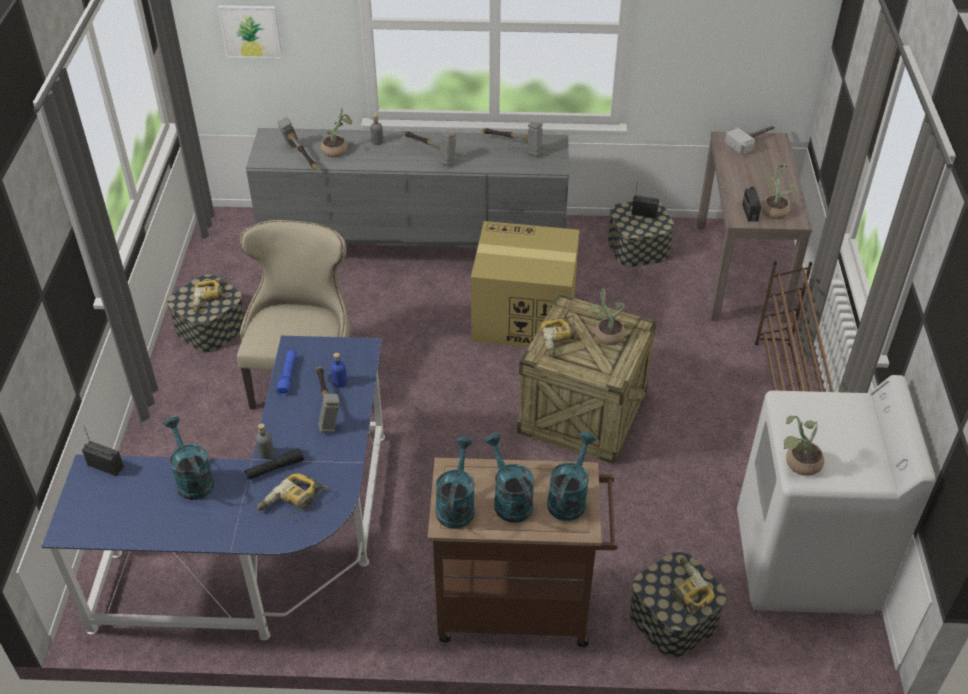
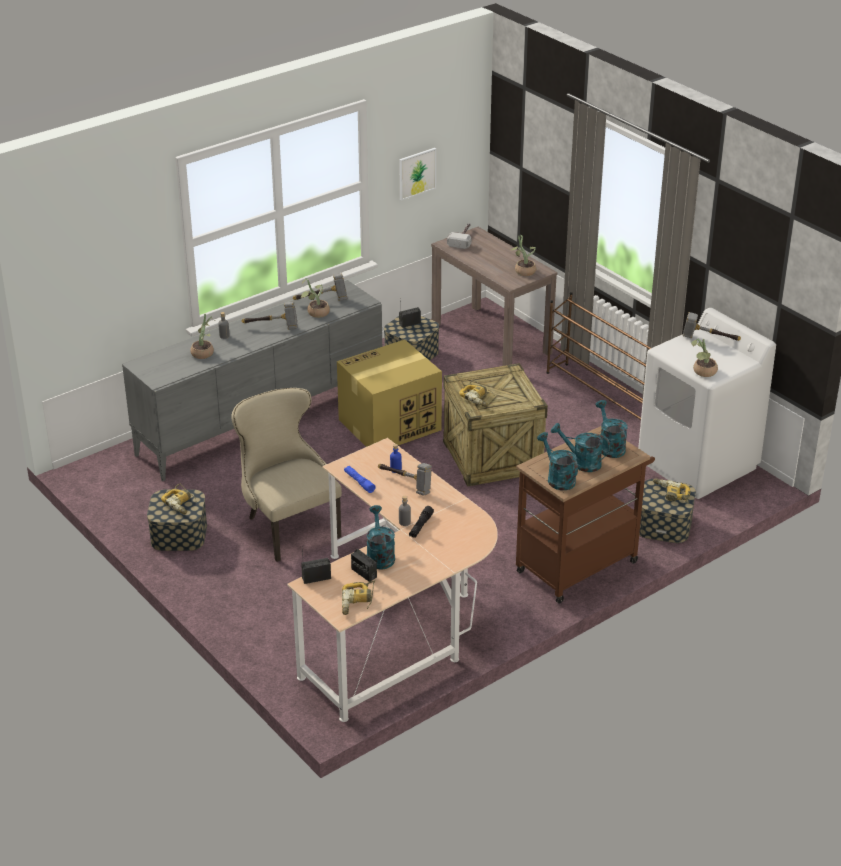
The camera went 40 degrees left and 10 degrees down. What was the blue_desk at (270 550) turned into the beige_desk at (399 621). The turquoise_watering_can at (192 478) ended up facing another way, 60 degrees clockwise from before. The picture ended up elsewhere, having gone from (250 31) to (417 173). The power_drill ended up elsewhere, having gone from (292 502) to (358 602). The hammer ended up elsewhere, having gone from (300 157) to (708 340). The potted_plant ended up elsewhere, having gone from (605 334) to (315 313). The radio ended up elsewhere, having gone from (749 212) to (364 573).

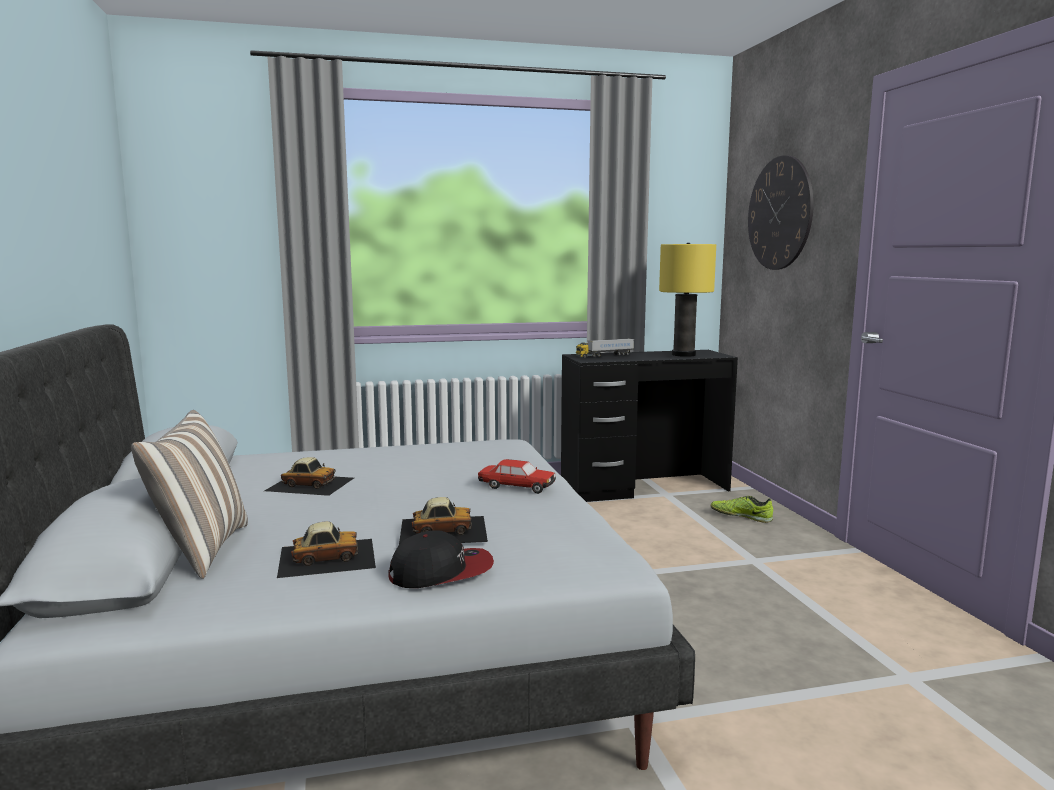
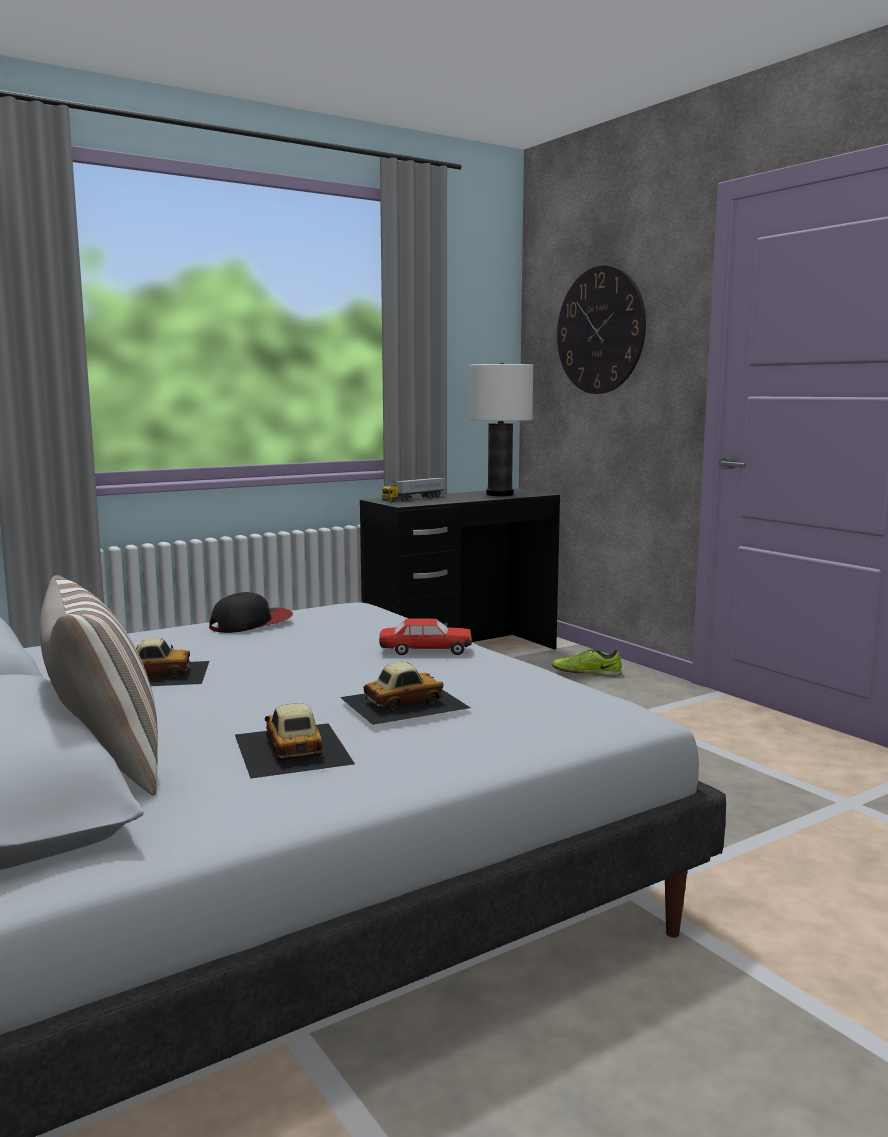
The camera went 20 degrees left and 0 degrees up. The toy_car at (326 557) ended up facing another way, 75 degrees counterclockwise from before. The cap ended up elsewhere, having gone from (441 572) to (251 624). What was the yellow_table_lamp at (683 355) turned into the white_table_lamp at (499 494).

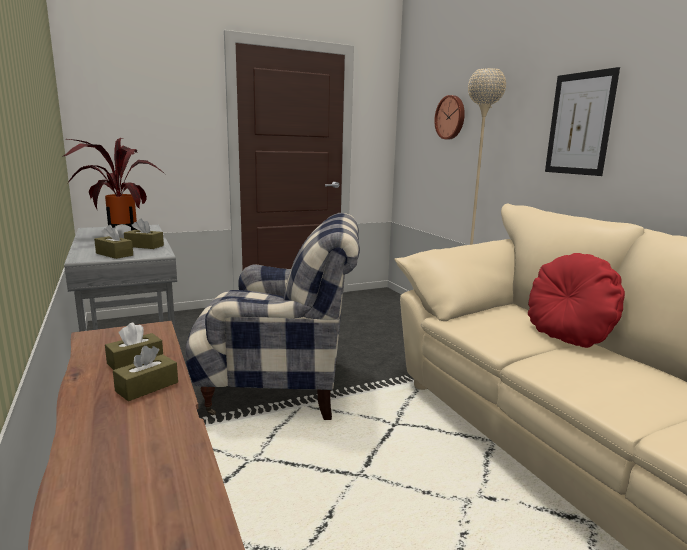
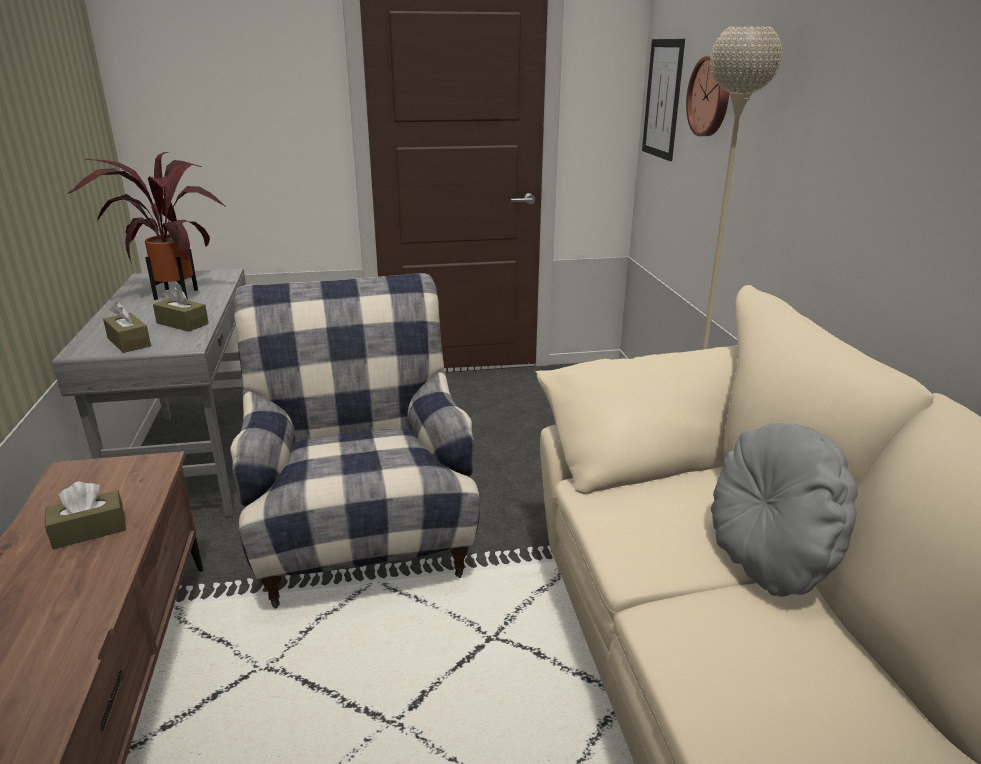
The camera went 15 degrees right and 10 degrees up. The second view lost the brown_tissue_box at (147 387). The armchair at (280 386) ended up facing another way, 120 degrees counterclockwise from before. What was the red_pillow at (567 338) turned into the grey_pillow at (766 565). The picture ended up elsewhere, having gone from (580 124) to (663 99).

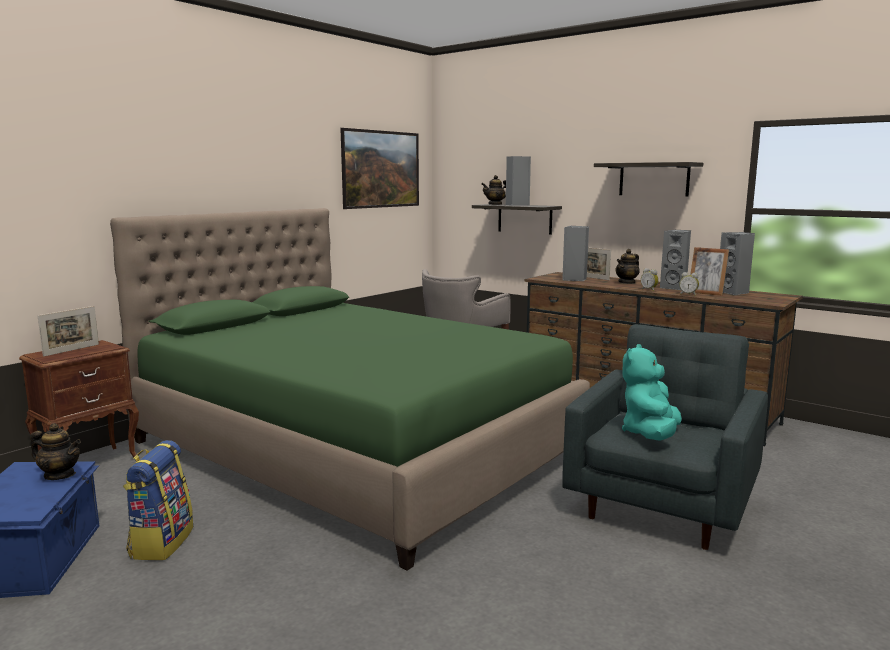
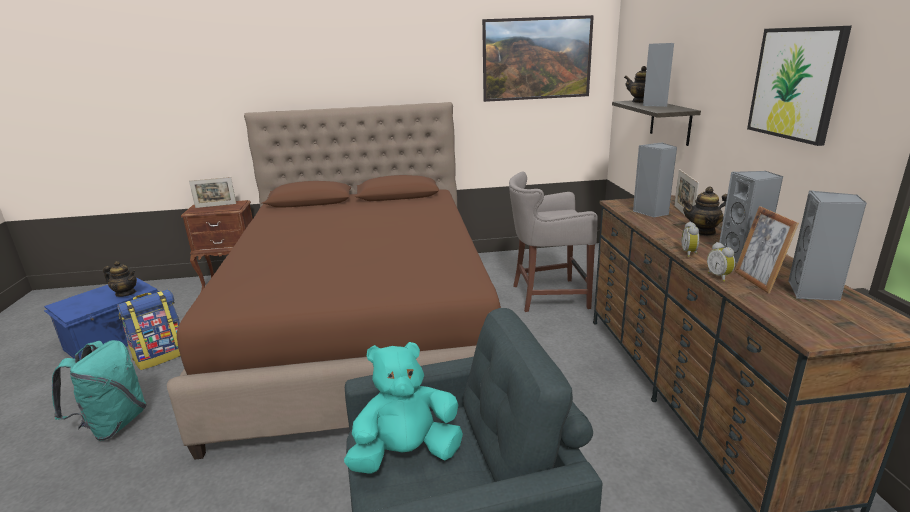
The camera went 45 degrees right and 10 degrees up. The teapot at (60 475) ended up facing another way, 45 degrees counterclockwise from before. What was the green_bed at (354 446) turned into the brown_bed at (364 327). Where the shelf hung at (654 179), the picture came to hang at (795 83). The second view gained the turquoise_backpack at (114 424).

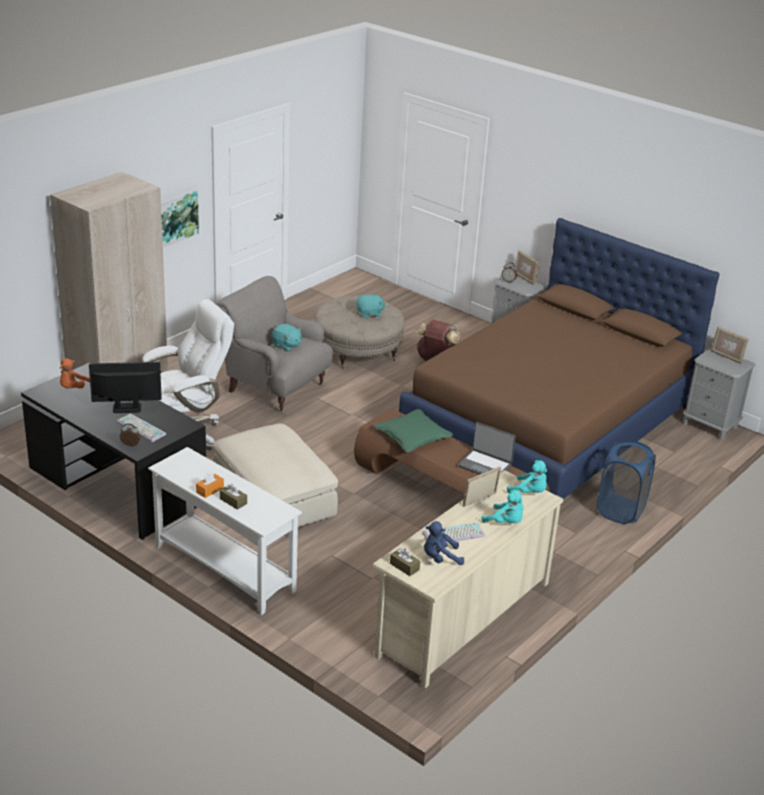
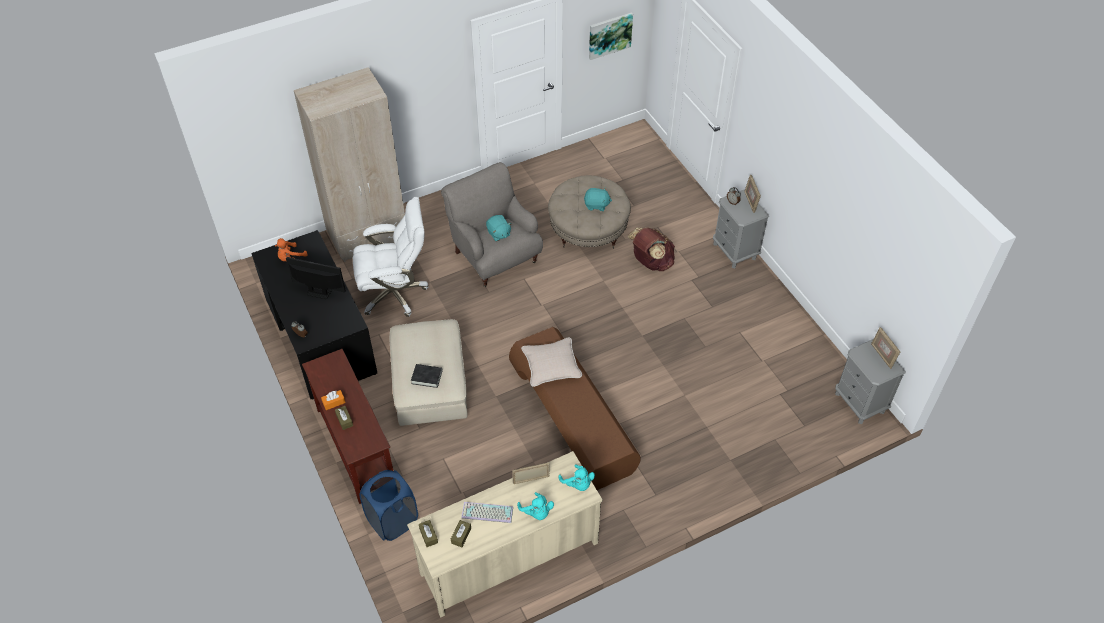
The camera went 25 degrees right and 20 degrees up. The second view lost the keyboard at (139 428). What was the white_console_table at (224 569) turned into the brown_console_table at (355 448). The picture ended up elsewhere, having gone from (175 218) to (609 35). What was the green_pillow at (412 436) turned into the beige_pillow at (551 365). The second view lost the brown_bed at (549 422). Where the blue_plush_toy stood at (440 558), the brown_tissue_box came to stand at (461 536). The second view lost the laptop at (485 465). The blue_laundry_basket ended up elsewhere, having gone from (621 510) to (392 521). The second view gained the black_book at (427 377).

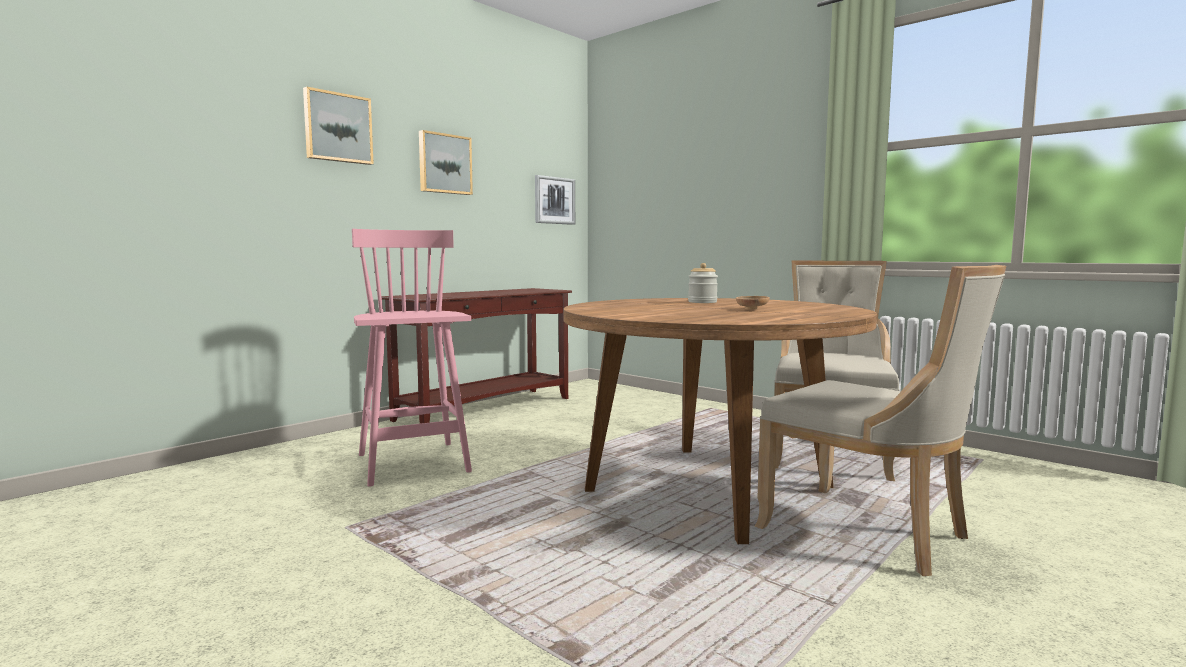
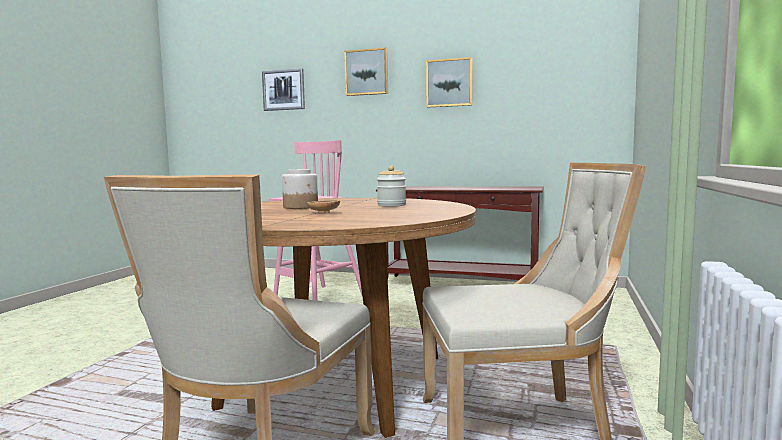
The camera went 65 degrees right and 0 degrees up. The picture ended up elsewhere, having gone from (554 200) to (284 90). The second view gained the jar at (301 207).

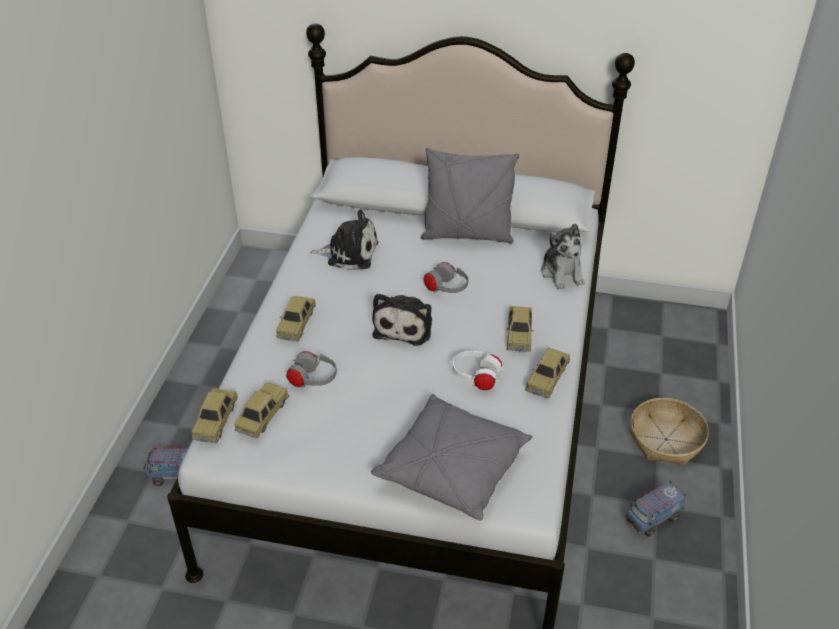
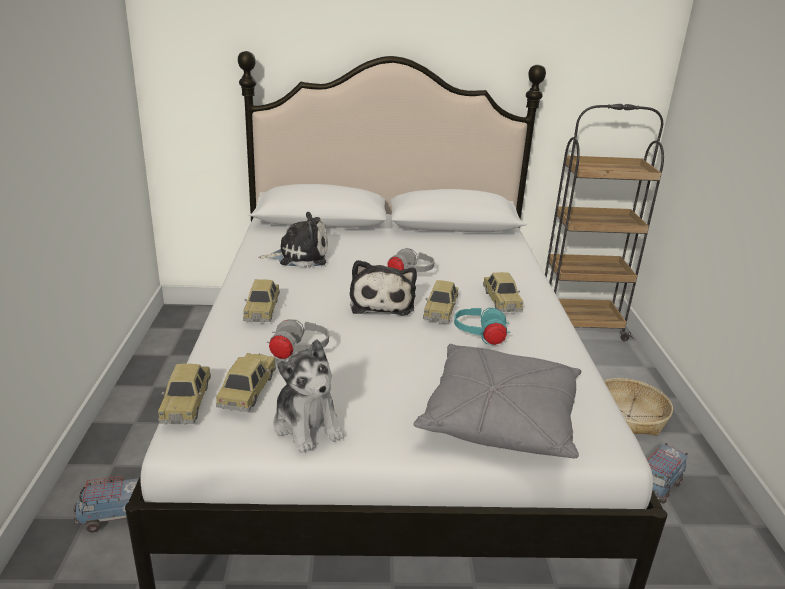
The camera went 15 degrees left and 15 degrees down. The second view lost the grey_pillow at (467 234). What was the white_headphones at (477 378) turned into the turquoise_headphones at (480 337). The toy_car ended up elsewhere, having gone from (547 377) to (440 309). The plush_toy ended up elsewhere, having gone from (562 273) to (307 425). The second view gained the brown_cart at (579 330).

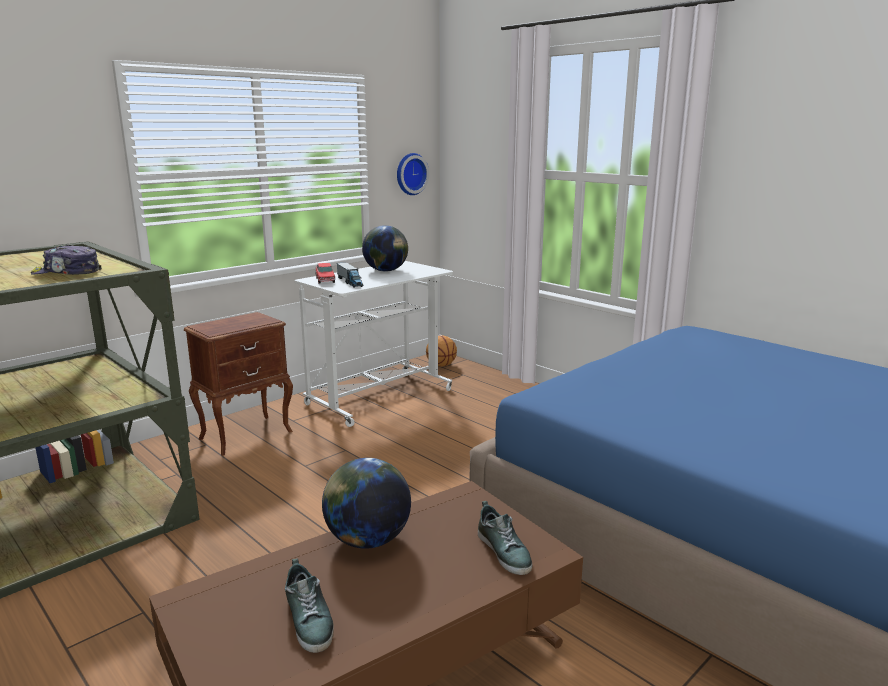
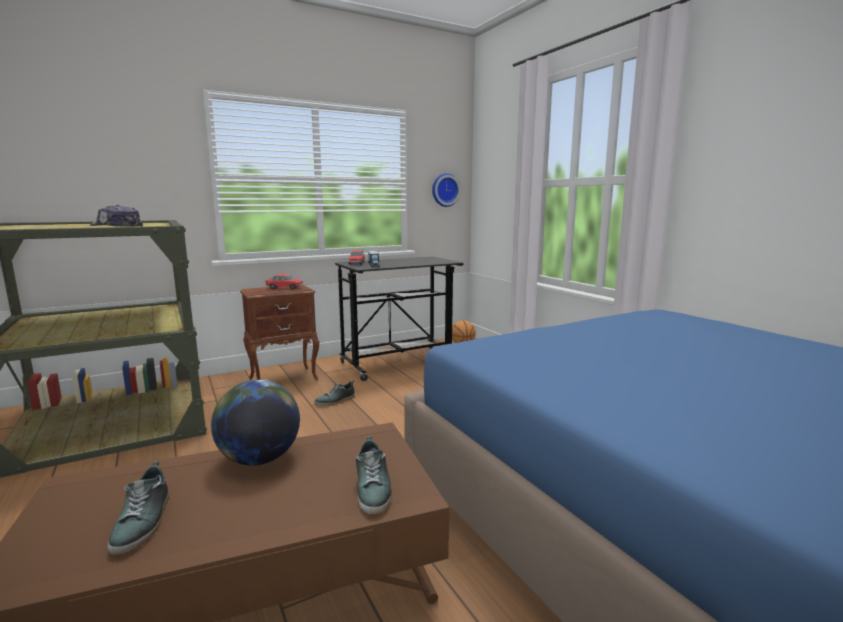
The camera went 15 degrees right and 5 degrees down. What was the white_desk at (379 397) turned into the black_desk at (400 362). The second view lost the globe at (386 271). The second view gained the toy_car at (285 288). The second view gained the shoe at (335 400).

